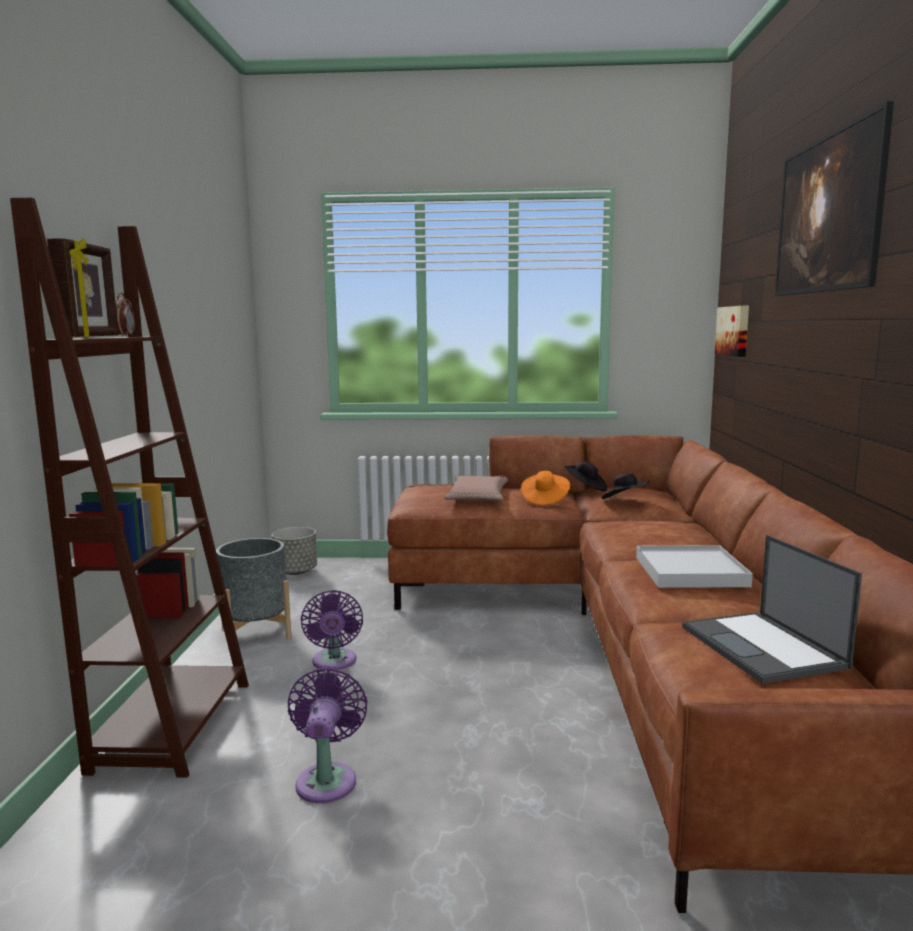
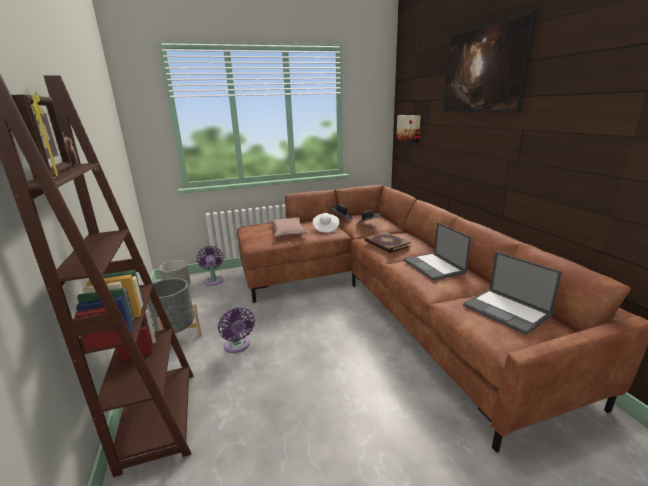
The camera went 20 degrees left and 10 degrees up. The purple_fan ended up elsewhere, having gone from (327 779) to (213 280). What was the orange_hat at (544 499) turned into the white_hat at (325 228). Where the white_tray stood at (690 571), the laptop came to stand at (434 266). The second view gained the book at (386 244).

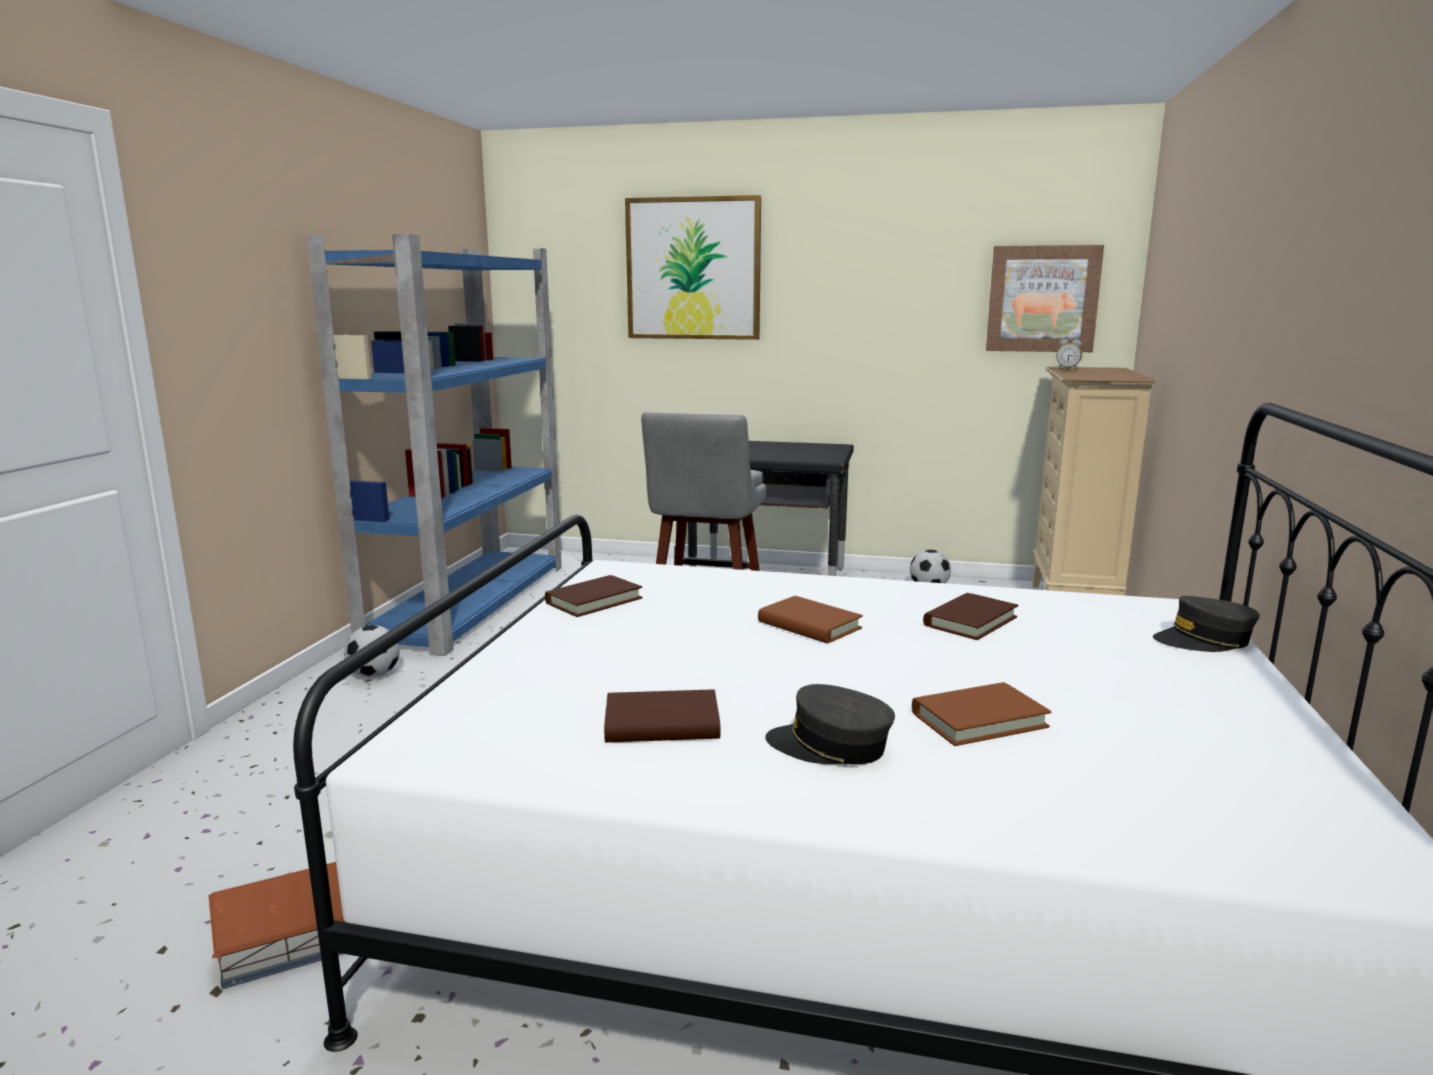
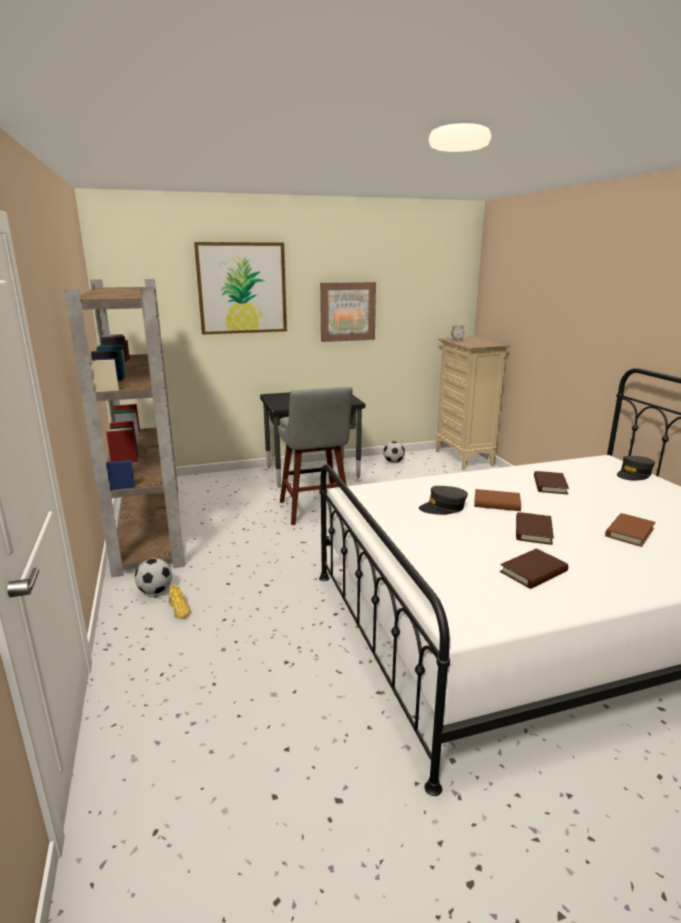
The camera went 30 degrees left and 5 degrees up. The second view lost the toy_house at (287 944). What was the blue_bookcase at (470 602) turned into the brown_bookcase at (150 526). The brown_book ended up elsewhere, having gone from (594 600) to (533 531). The grey_cap ended up elsewhere, having gone from (830 746) to (443 508). The picture ended up elsewhere, having gone from (1042 299) to (347 311). The second view gained the yellow_shoe at (180 609).

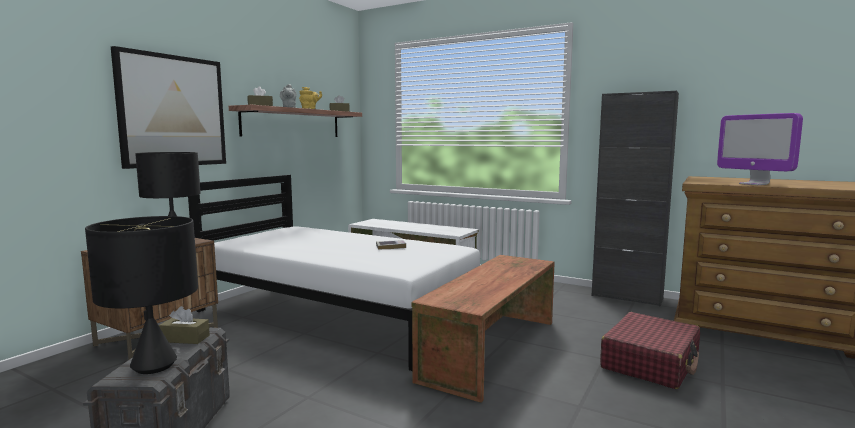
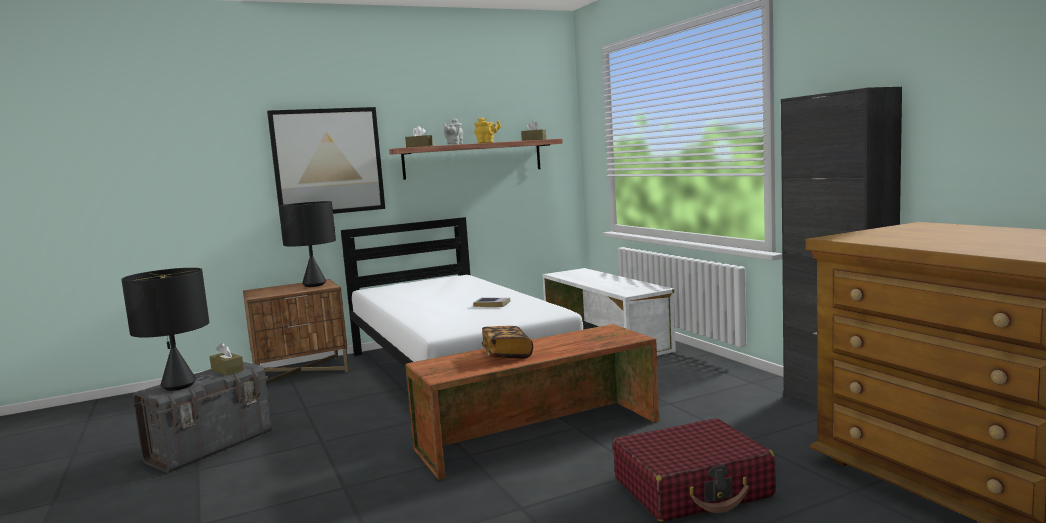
The camera went 35 degrees right and 0 degrees up. The second view lost the monitor at (754 184). The second view gained the book at (507 354).

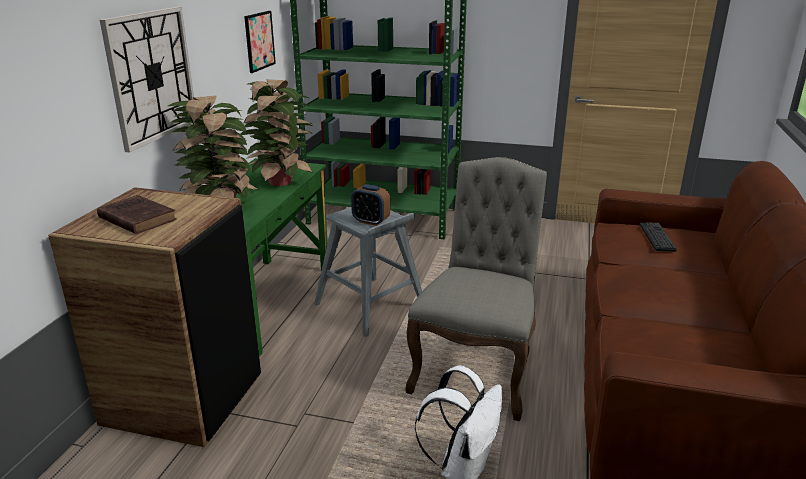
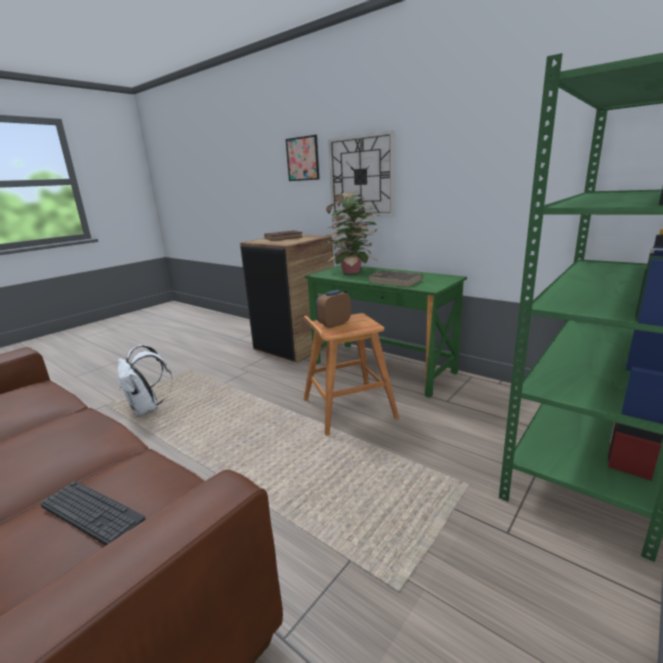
The camera went 115 degrees right and 5 degrees down. Where the potted_plant stood at (281 181), the brown_book came to stand at (395 281). The picture ended up elsewhere, having gone from (259 41) to (303 159). What was the grey_stool at (370 306) turned into the brown_stool at (347 408). The second view lost the grey_chair at (477 373).

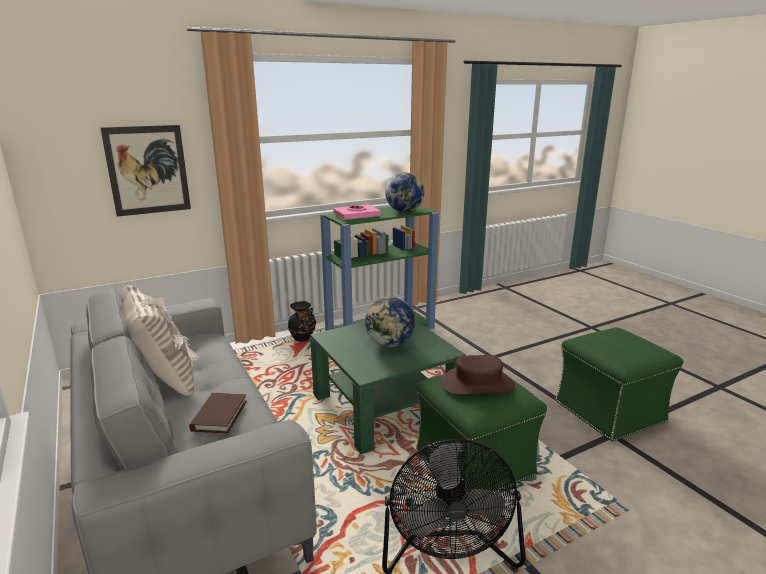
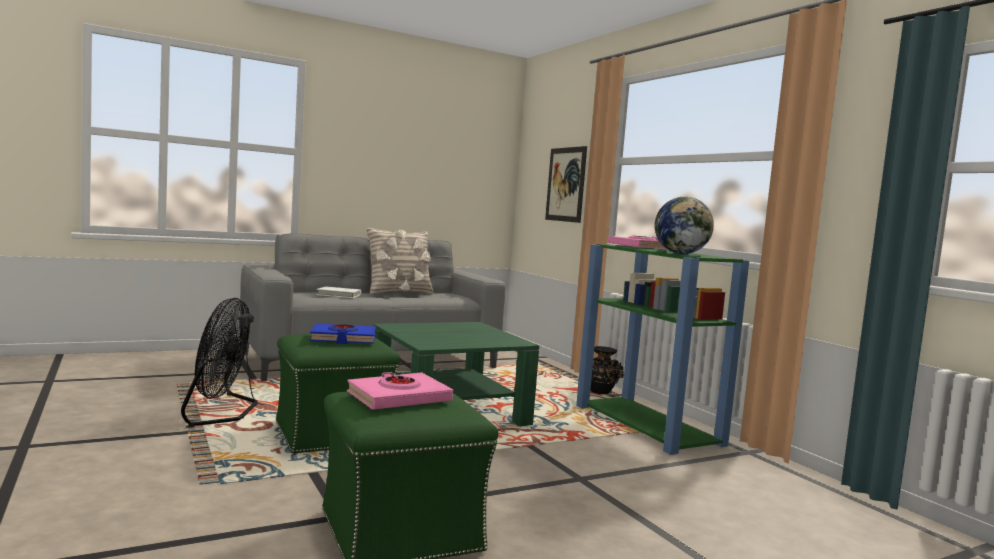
The camera went 90 degrees right and 15 degrees down. What was the brown_book at (219 415) turned into the white_book at (339 295). The second view lost the globe at (390 344). Where the brown_hat stood at (477 384), the blue_book came to stand at (343 339). The second view gained the pink_book at (398 398).

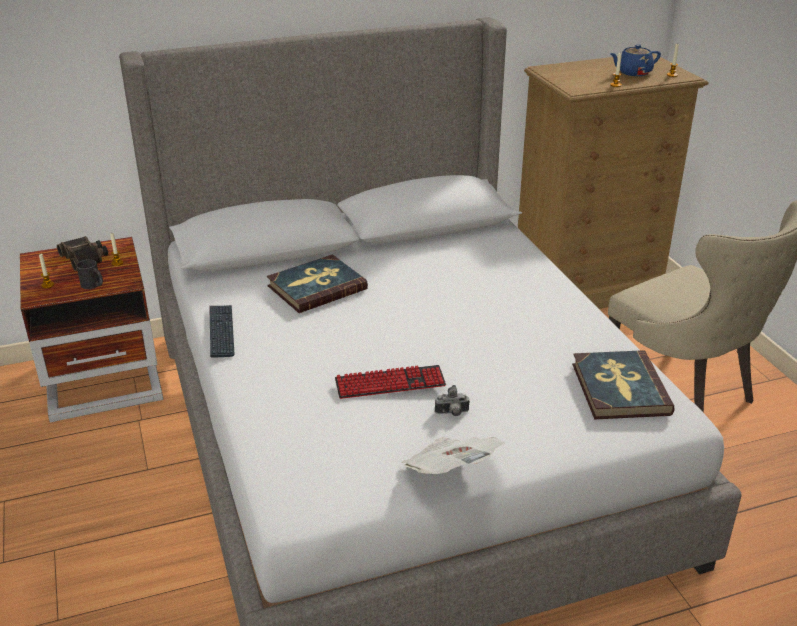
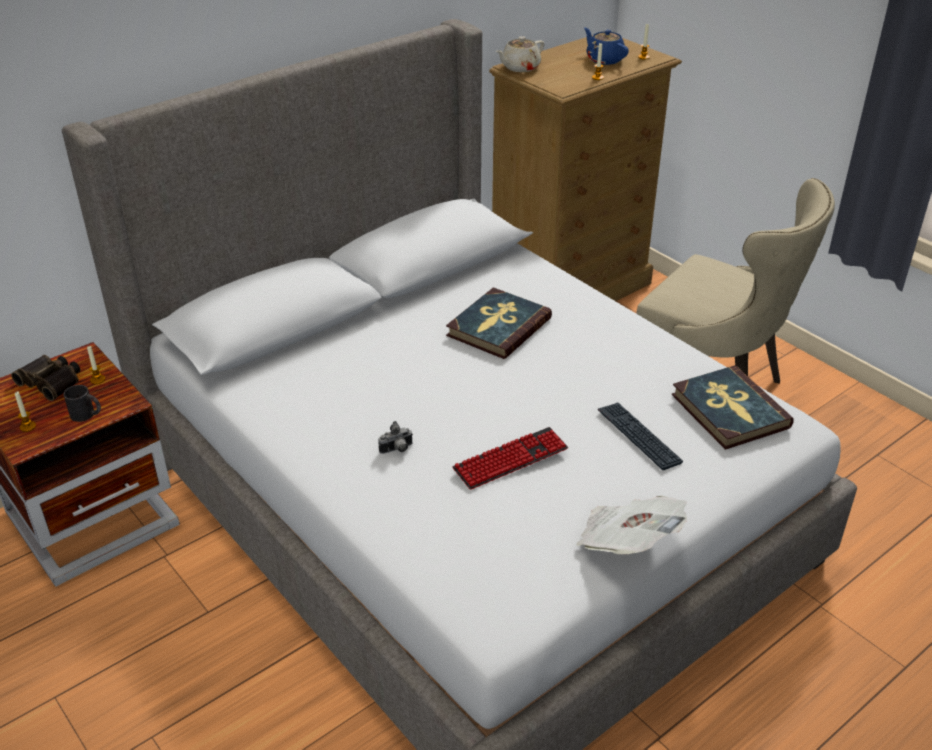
The camera went 20 degrees left and 5 degrees up. The keyboard ended up elsewhere, having gone from (221 331) to (638 437). The book ended up elsewhere, having gone from (316 287) to (498 327). The photo_camera ended up elsewhere, having gone from (452 413) to (397 450). The blue_teapot at (633 73) ended up facing another way, 90 degrees clockwise from before. The second view gained the beige_teapot at (520 67).

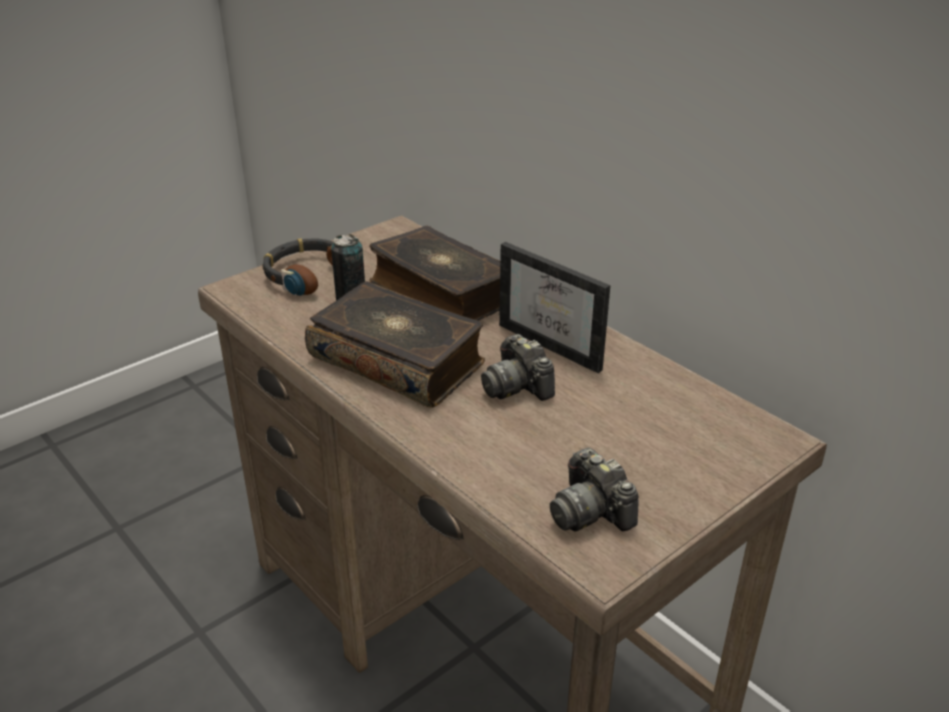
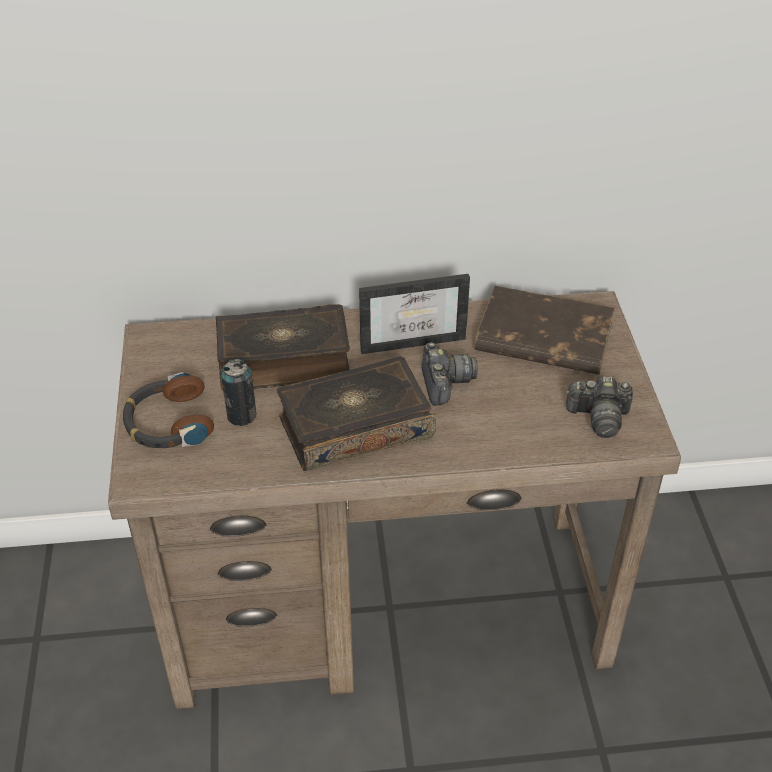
The camera went 55 degrees left and 10 degrees up. The photo_camera at (517 386) ended up facing another way, 105 degrees counterclockwise from before. The second view gained the brown_book at (542 337).

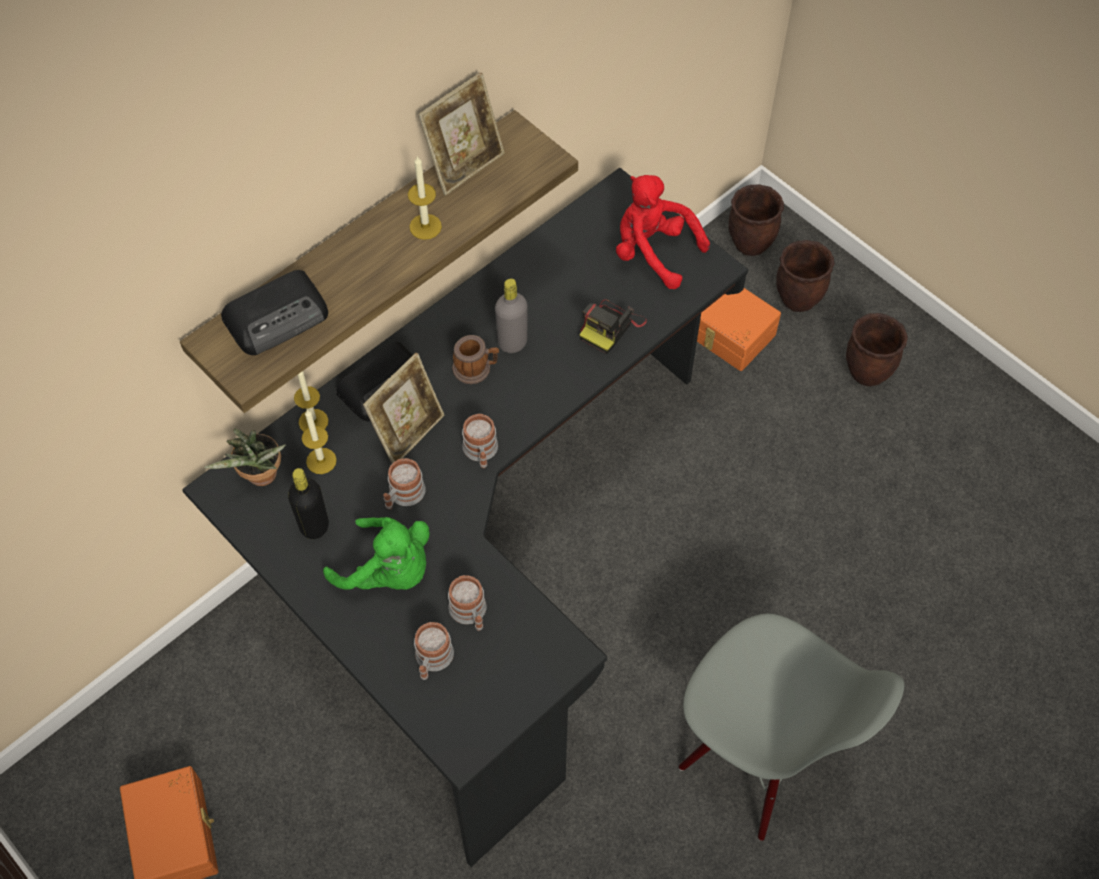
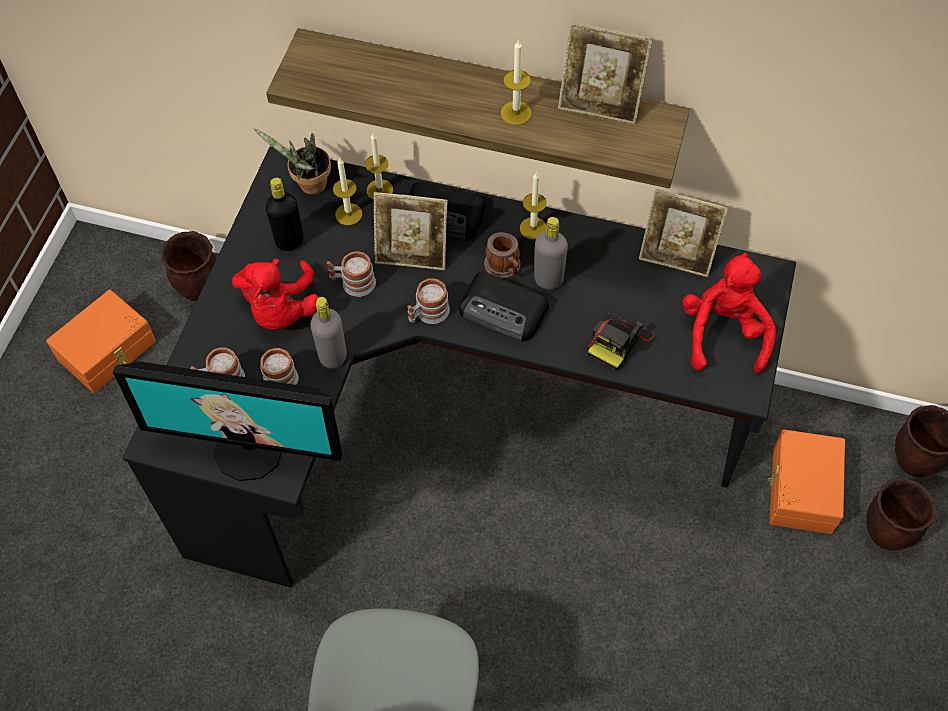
The camera went 60 degrees right and 0 degrees up. The radio ended up elsewhere, having gone from (278 317) to (504 311). What was the green_plush_toy at (388 571) turned into the red_plush_toy at (280 310). The photo_camera at (611 327) ended up facing another way, 60 degrees counterclockwise from before. The brown_planter ended up elsewhere, having gone from (867 373) to (200 289). The second view gained the monitor at (248 451). The second view gained the grey_bottle at (333 356). The second view gained the candle at (533 228). The second view gained the picture_frame at (676 257).

